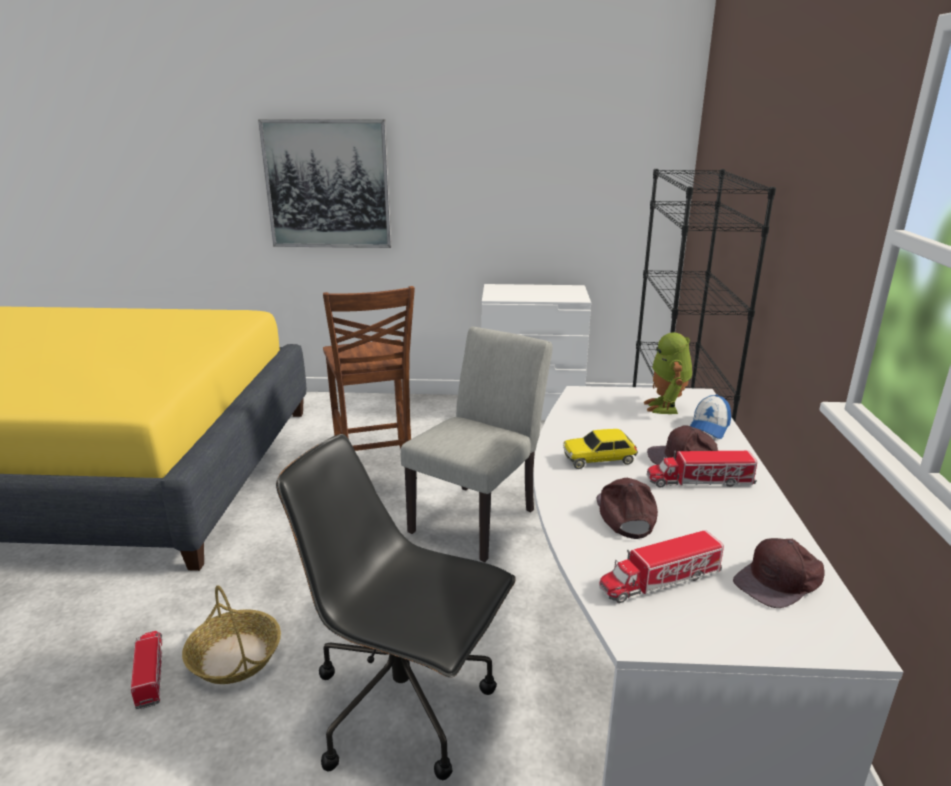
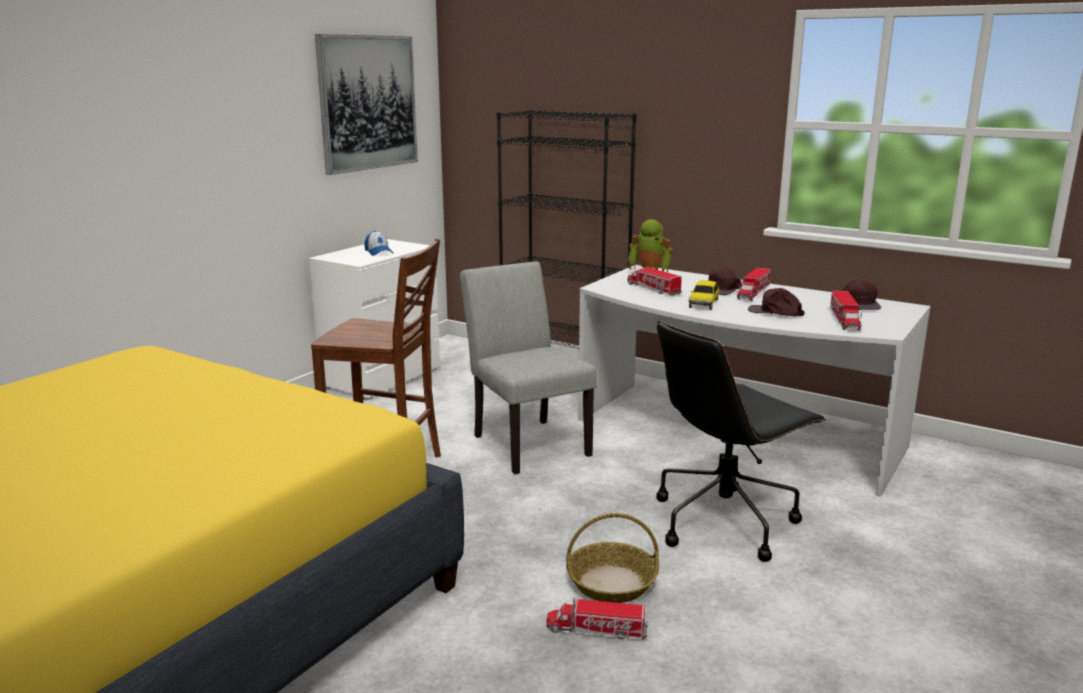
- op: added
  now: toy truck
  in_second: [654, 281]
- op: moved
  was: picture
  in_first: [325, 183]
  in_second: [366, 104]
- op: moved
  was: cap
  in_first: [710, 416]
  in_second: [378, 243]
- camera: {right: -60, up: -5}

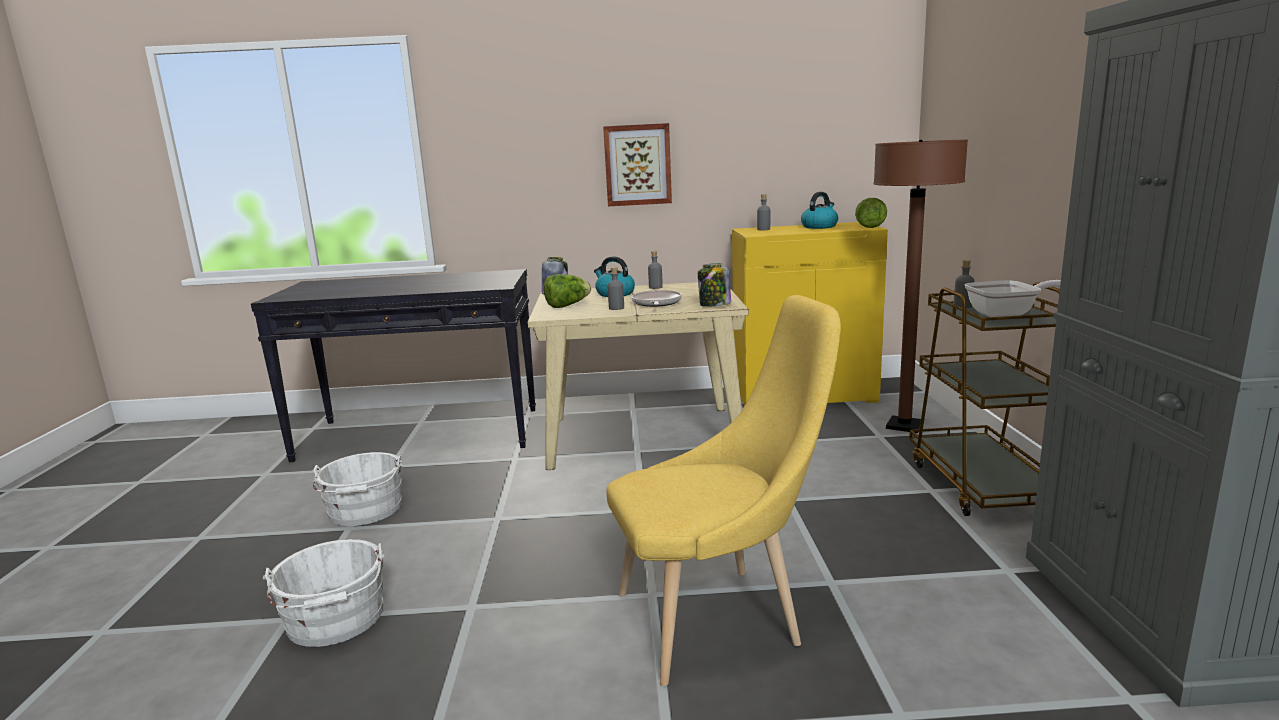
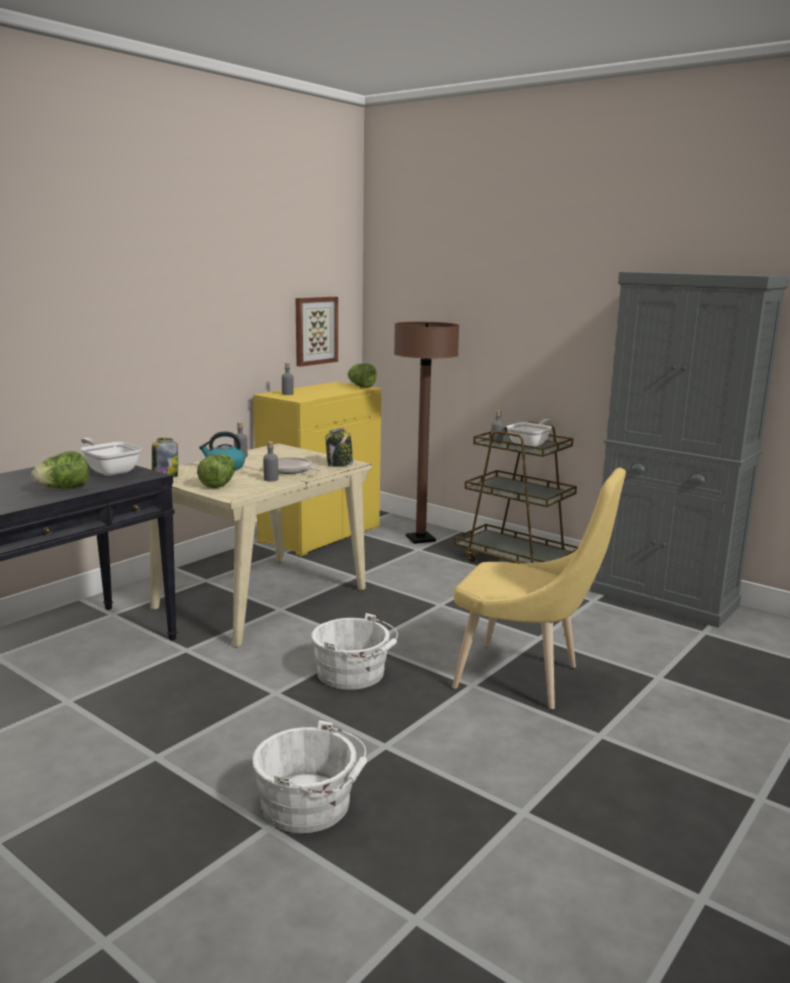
- op: removed
  was: kettle
  in_first: [819, 210]
- op: added
  now: lettuce
  in_second: [60, 470]
- op: added
  now: frying pan
  in_second: [111, 457]
- op: moved
  was: white bucket
  in_first: [357, 489]
  in_second: [354, 651]
- op: moved
  was: picture
  in_first: [637, 164]
  in_second: [317, 332]
- op: turned
  was: yellow chair
  in_first: [724, 490]
  in_second: [539, 588]
  clockwise: 90
- camera: {right: -50, up: 0}

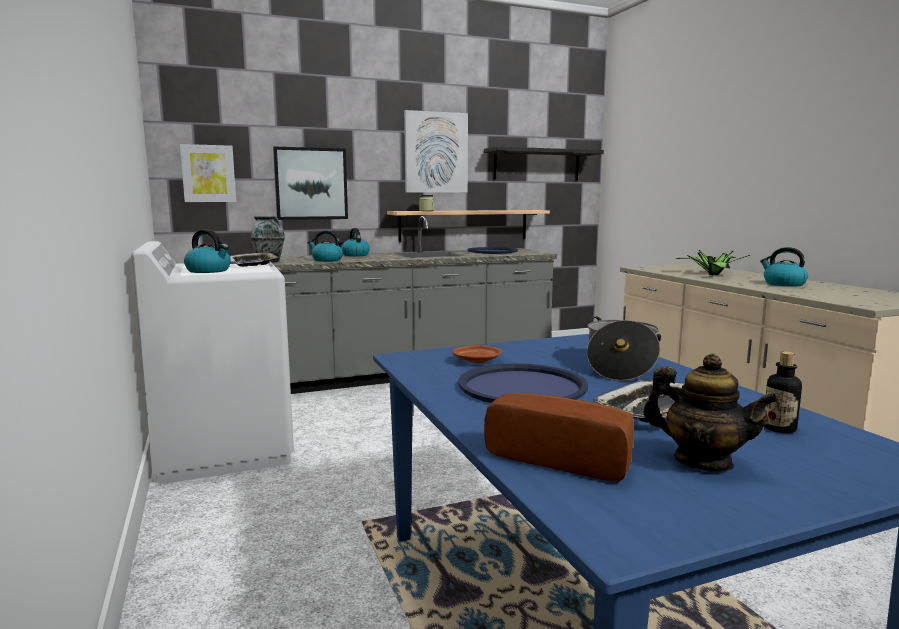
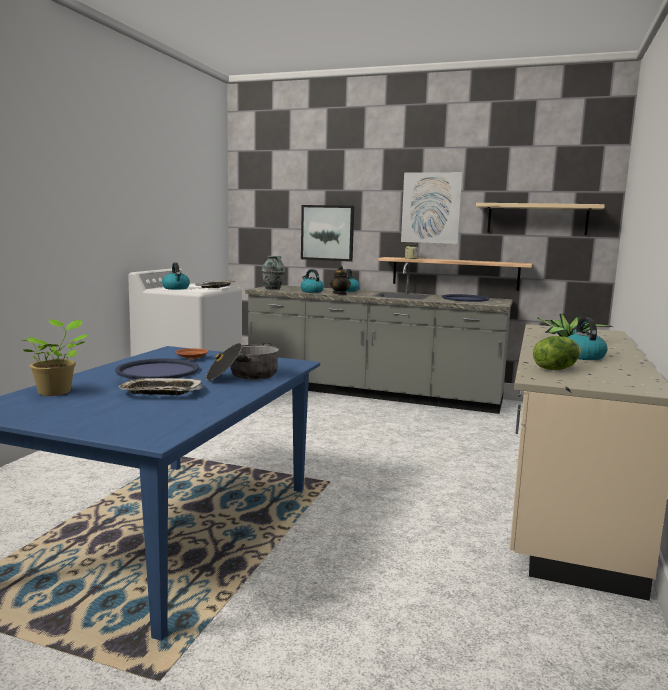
- op: removed
  was: picture
  in_first: [208, 173]
- op: removed
  was: bottle
  in_first: [783, 392]
- op: added
  now: lettuce
  in_second: [557, 353]
- op: moved
  was: teapot
  in_first: [711, 413]
  in_second: [340, 280]
- op: replaced
  was: bread
  now: potted plant
  in_first: [559, 437]
  in_second: [54, 357]
- op: recoloured
  was: black shelf
  now: beige shelf
  in_first: [544, 163]
  in_second: [540, 219]
- camera: {right: 40, up: 0}

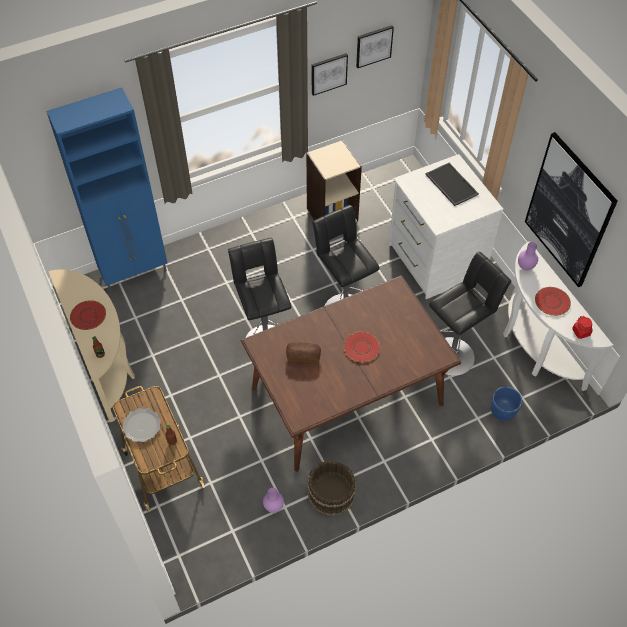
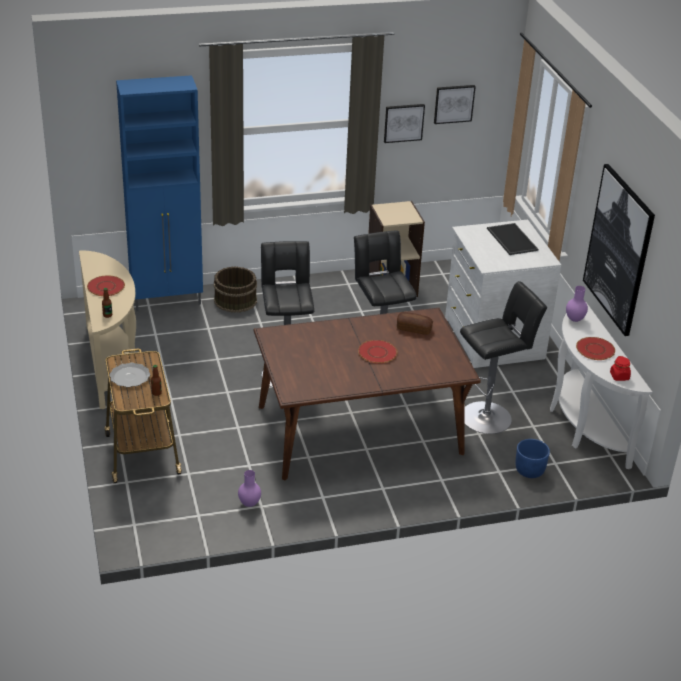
- op: moved
  was: bread
  in_first: [303, 352]
  in_second: [415, 323]
- op: moved
  was: brown bucket
  in_first: [332, 488]
  in_second: [235, 289]
- camera: {right: 10, up: -20}

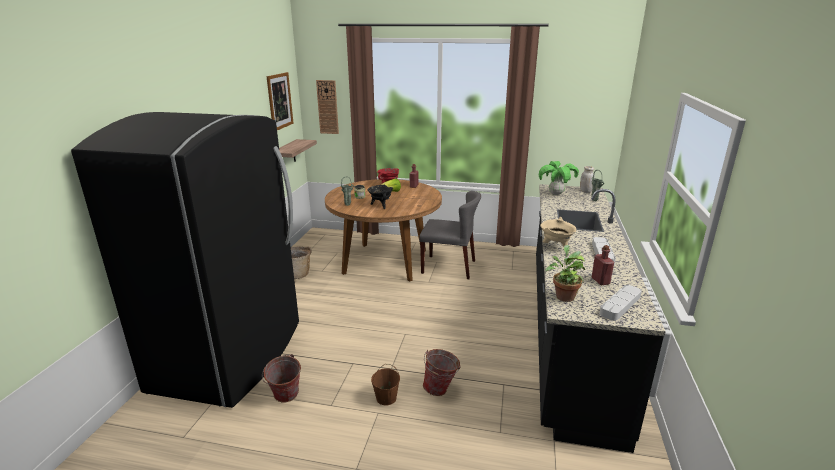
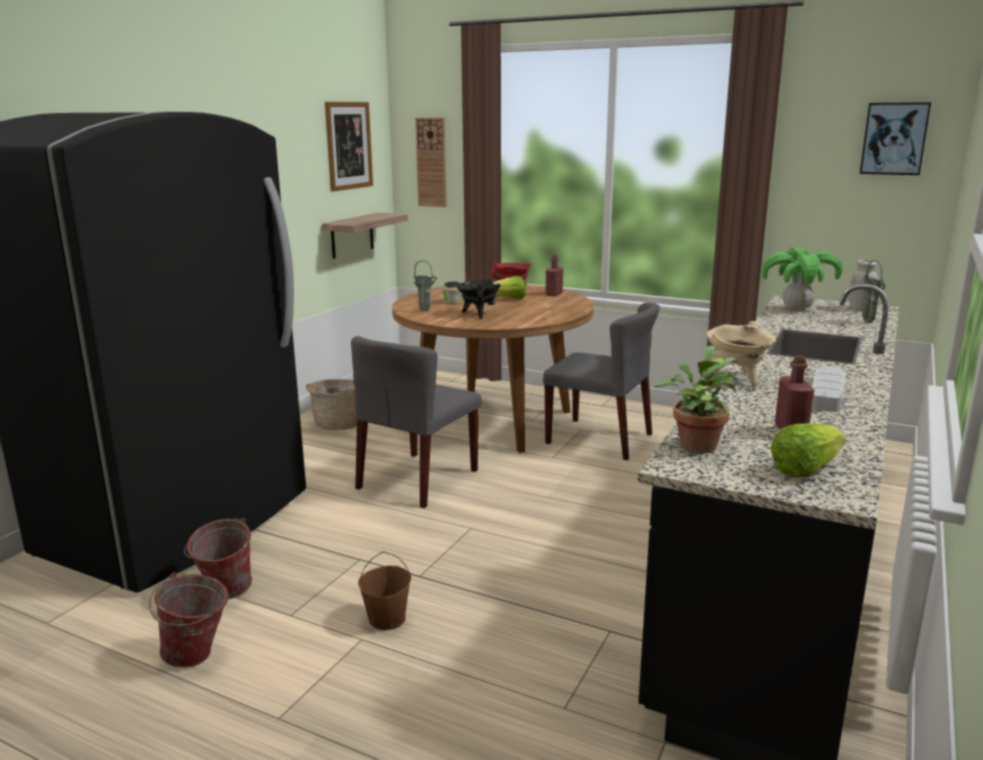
- op: added
  now: grey chair
  in_second: [416, 422]
- op: added
  now: picture
  in_second: [895, 138]
- op: moved
  was: bucket
  in_first: [442, 372]
  in_second: [189, 620]
- op: replaced
  was: grey tray
  now: lettuce
  in_first: [621, 303]
  in_second: [808, 450]
- camera: {right: 15, up: -5}

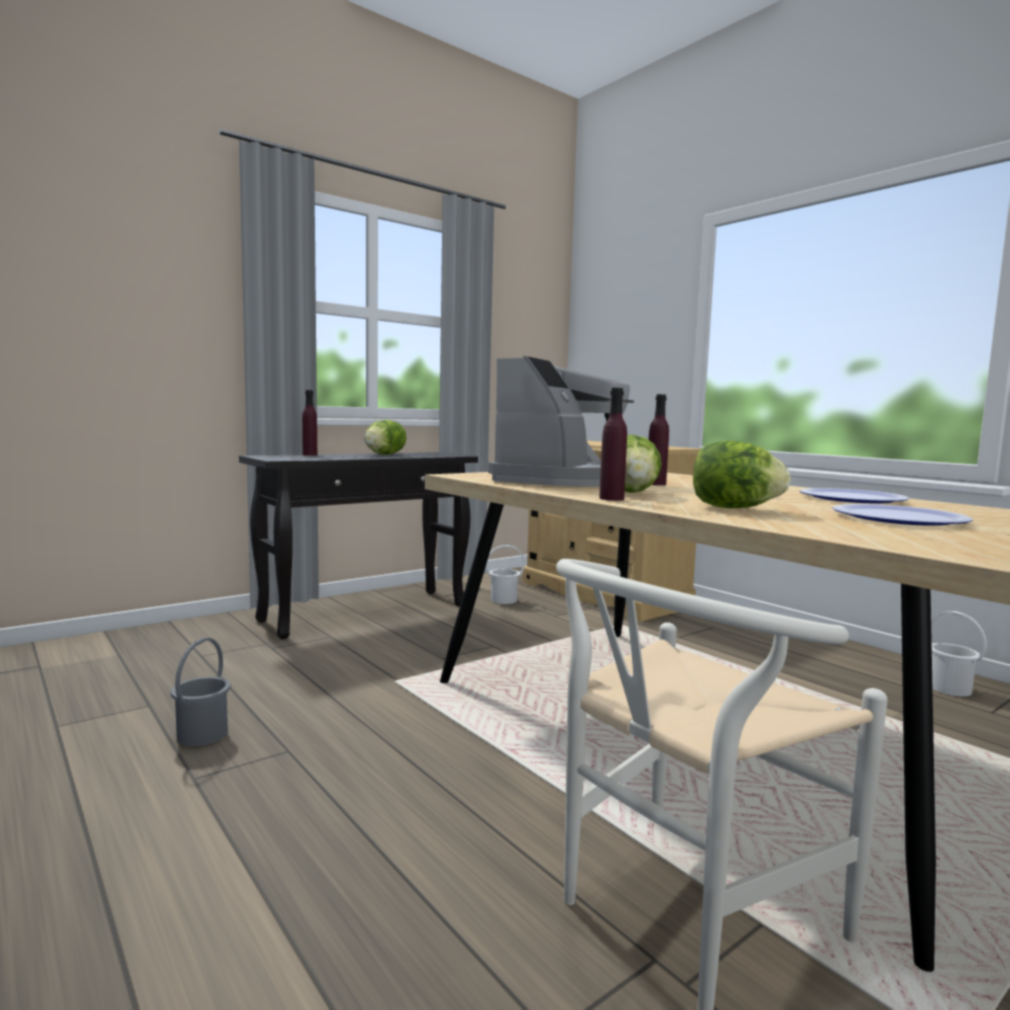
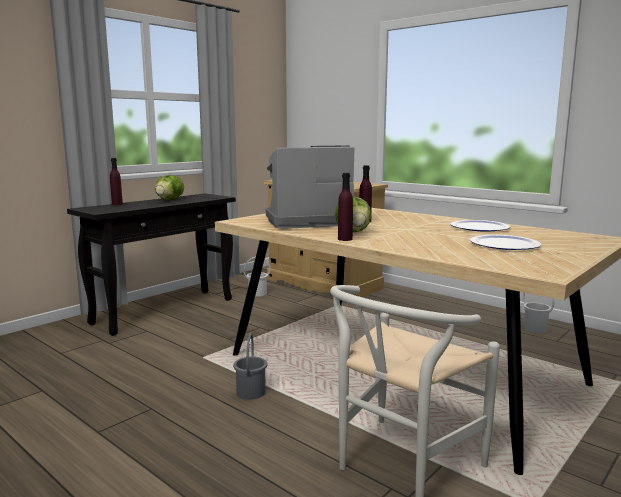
- op: removed
  was: lettuce
  in_first: [742, 474]
- op: moved
  was: grey bucket
  in_first: [200, 692]
  in_second: [250, 366]
- op: turned
  was: coffee machine
  in_first: [561, 421]
  in_second: [310, 187]
  clockwise: -120
- camera: {right: -10, up: 5}

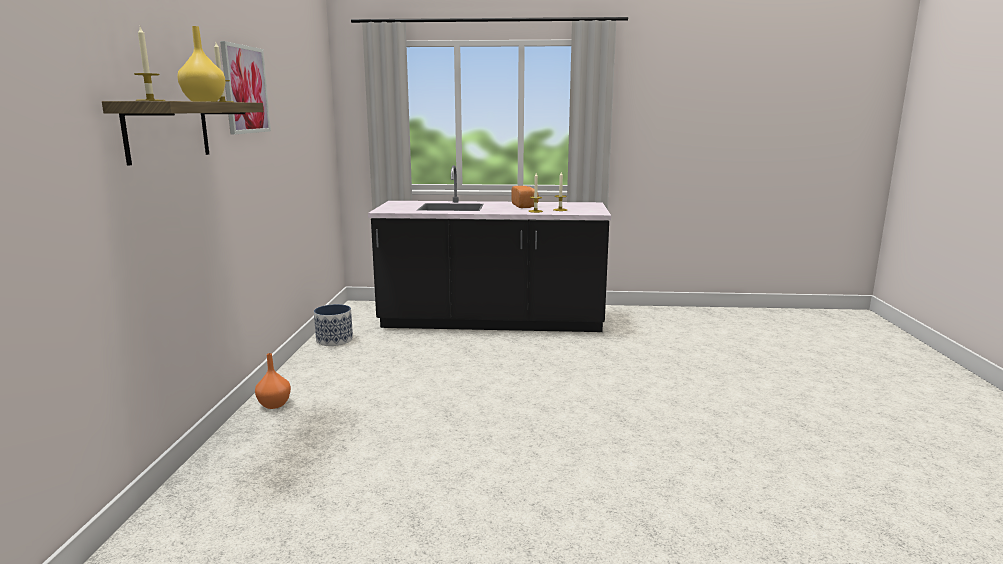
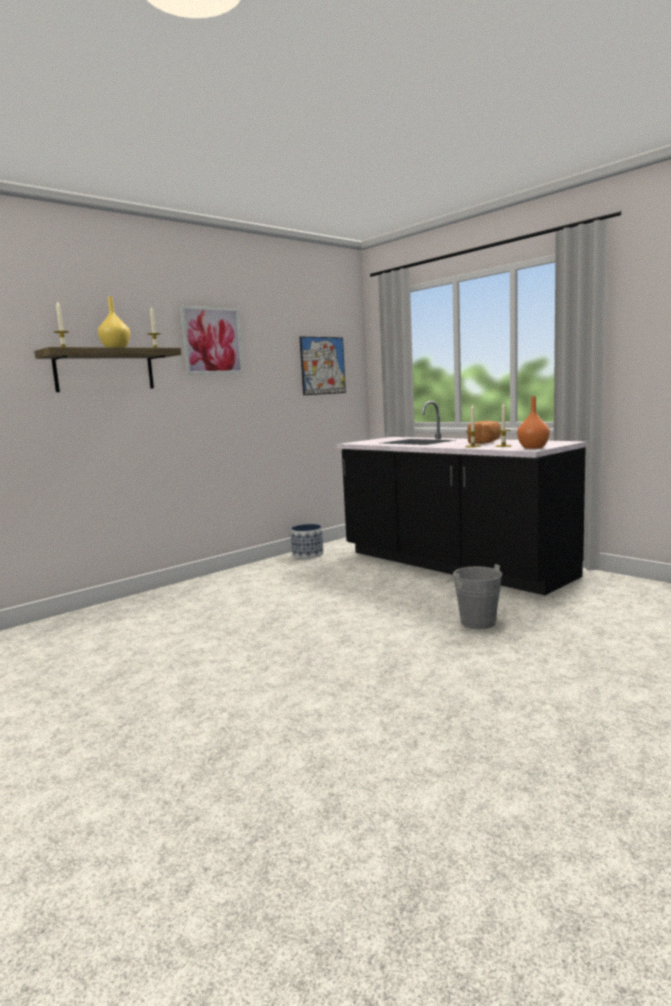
- op: added
  now: picture
  in_second: [323, 365]
- op: added
  now: grey bucket
  in_second: [474, 596]
- op: moved
  was: orange vase
  in_first: [273, 381]
  in_second: [533, 422]
- camera: {right: 45, up: -5}

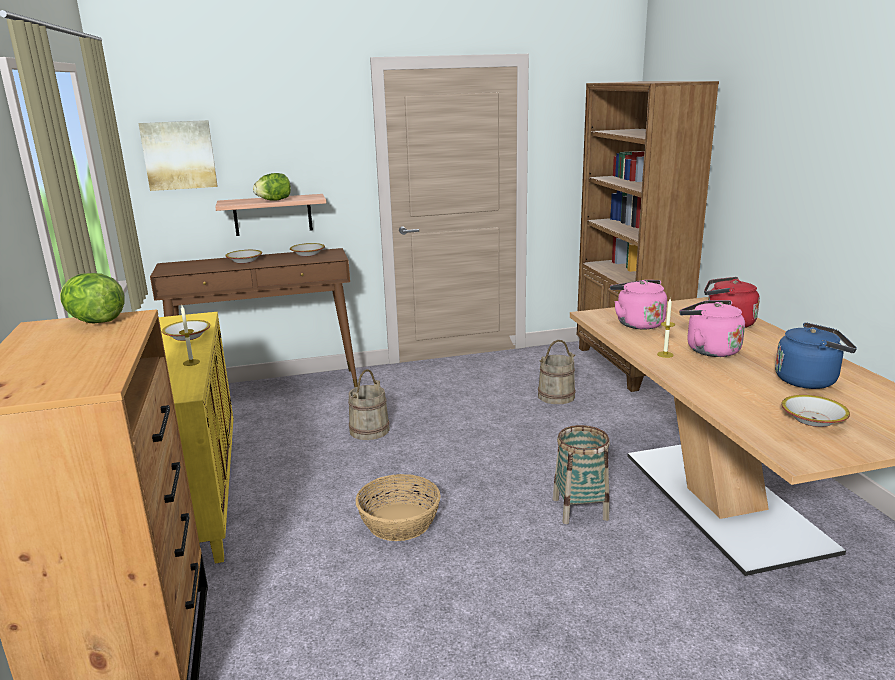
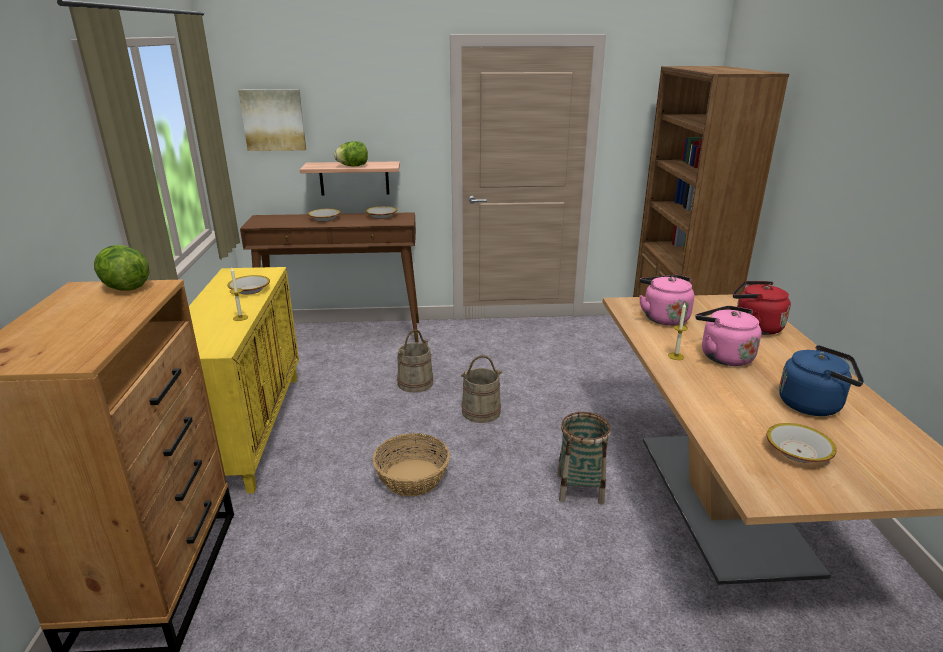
- op: moved
  was: beige bucket
  in_first: [556, 372]
  in_second: [481, 389]
- camera: {right: 10, up: 5}

